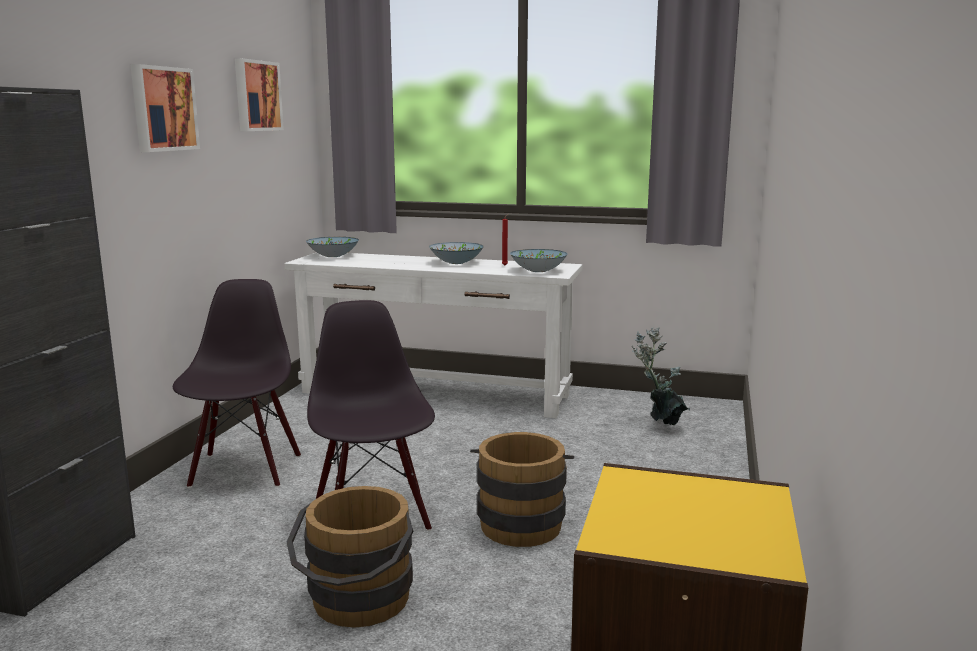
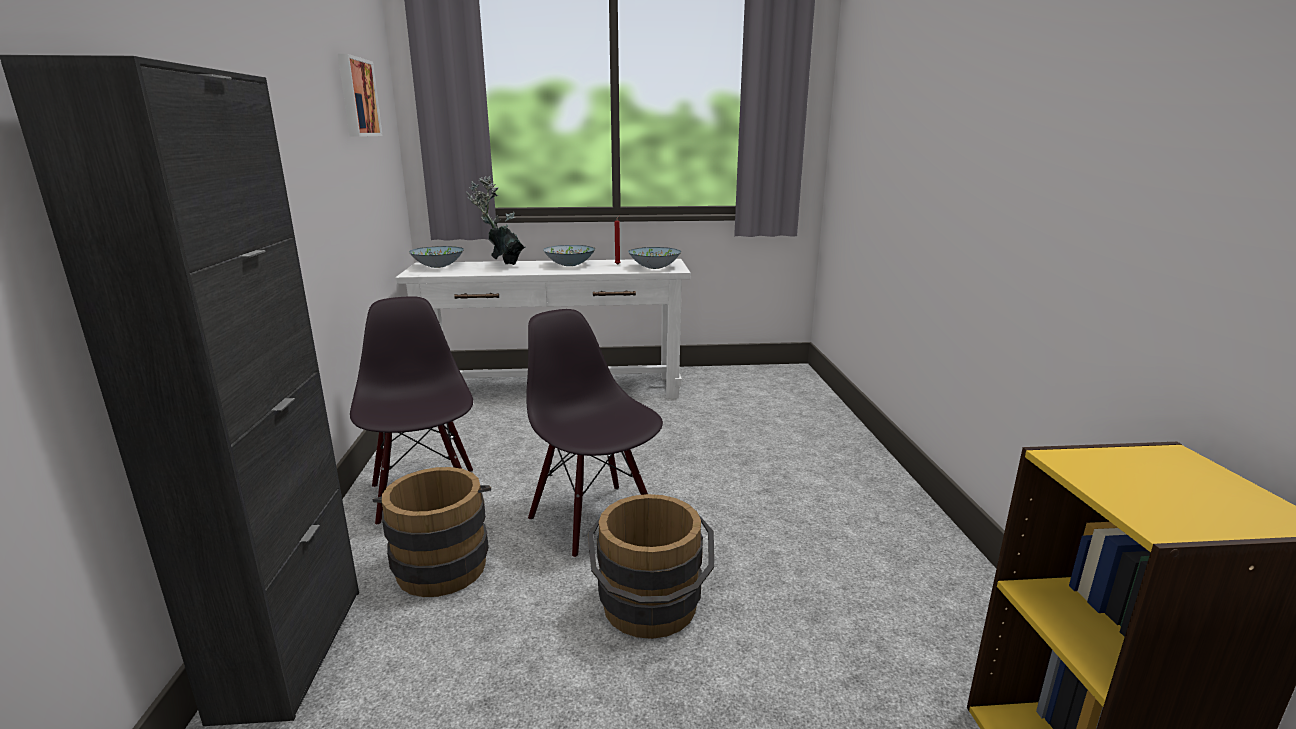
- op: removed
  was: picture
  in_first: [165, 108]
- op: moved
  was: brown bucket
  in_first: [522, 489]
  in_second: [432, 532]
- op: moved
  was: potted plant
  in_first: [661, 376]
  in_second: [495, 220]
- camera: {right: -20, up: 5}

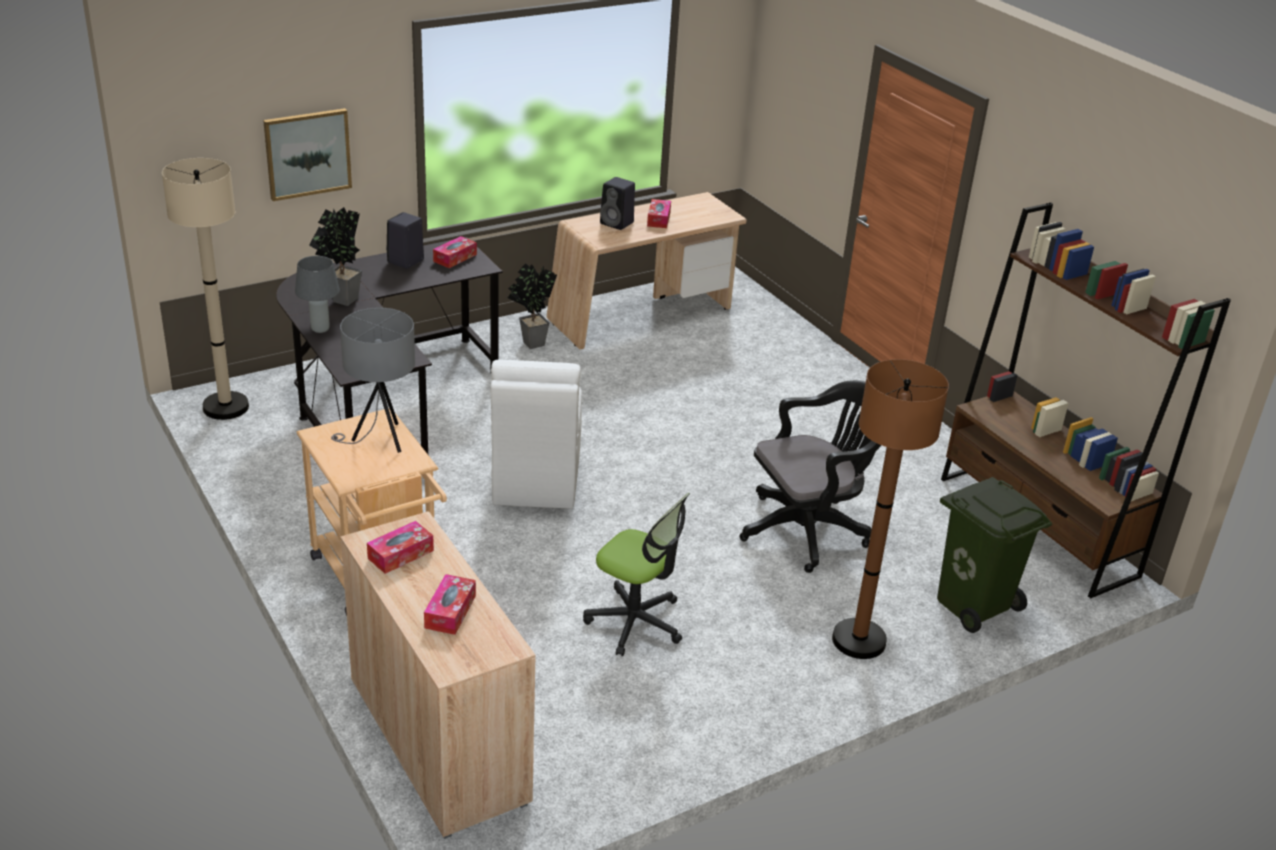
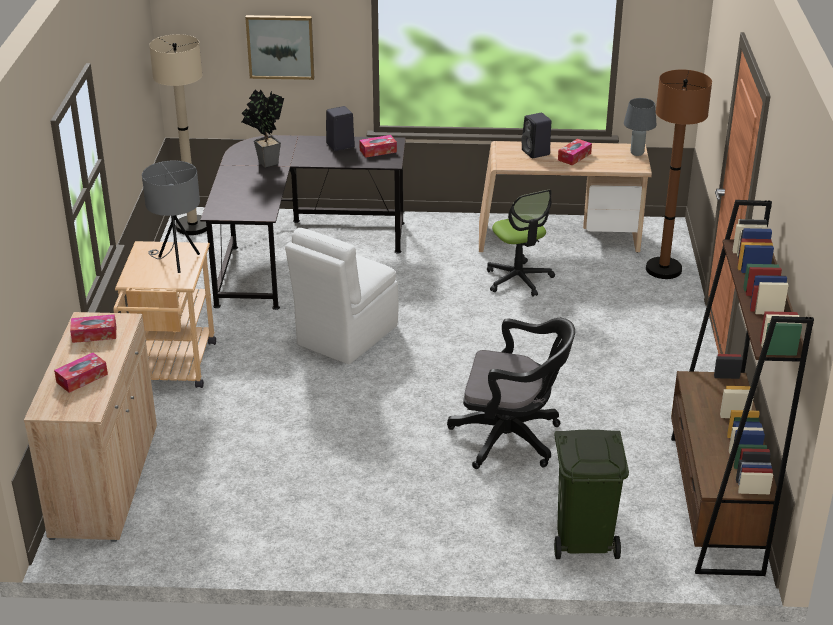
- op: removed
  was: potted plant
  in_first: [532, 306]
- op: moved
  was: grey table lamp
  in_first: [317, 294]
  in_second: [640, 127]
- op: moved
  was: office chair
  in_first: [636, 574]
  in_second: [521, 243]
- op: moved
  was: brown floor lamp
  in_first: [890, 509]
  in_second: [679, 174]
- camera: {right: 35, up: 0}

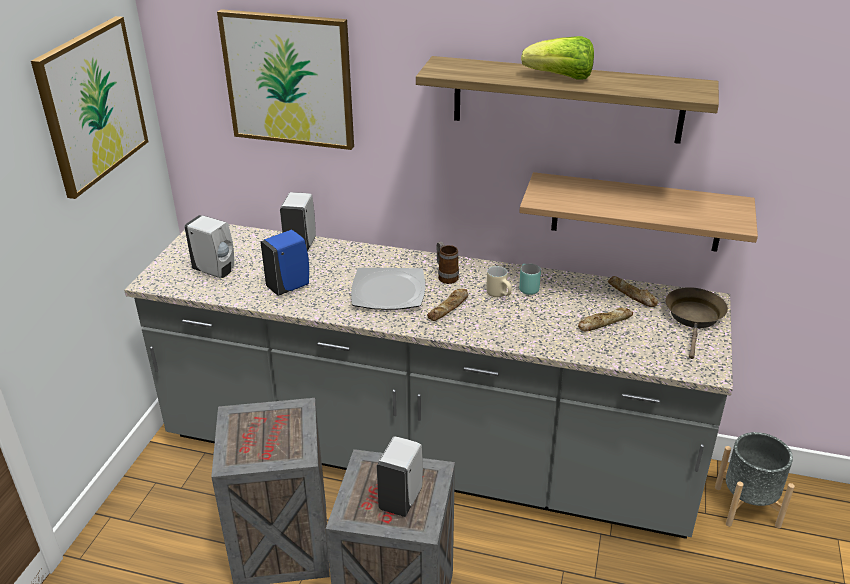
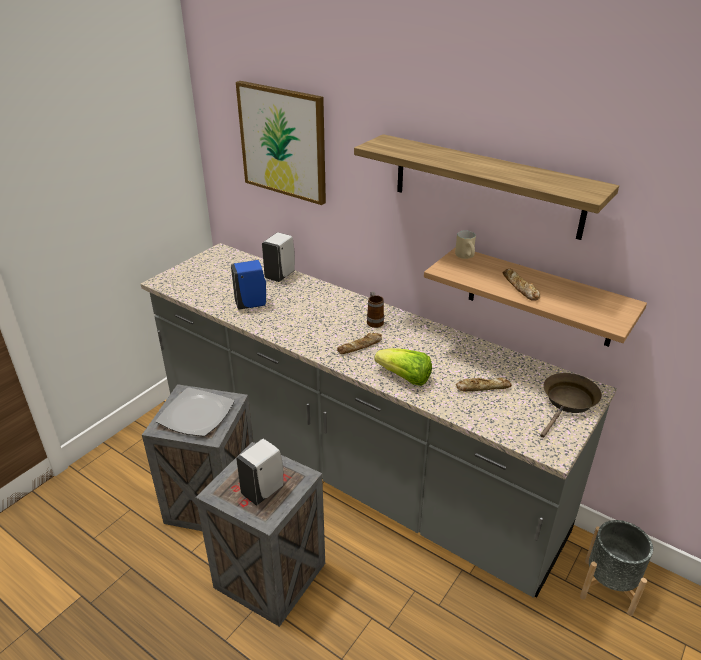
- op: removed
  was: picture
  in_first: [89, 107]
- op: removed
  was: white soap dispenser
  in_first: [209, 246]
- op: removed
  was: turquoise mug
  in_first: [530, 279]
- op: moved
  was: plate
  in_first: [388, 289]
  in_second: [195, 412]
- op: moved
  was: beige mug
  in_first: [499, 281]
  in_second: [465, 245]
- op: moved
  was: lettuce
  in_first: [557, 58]
  in_second: [403, 367]
- op: moved
  was: bread
  in_first: [633, 291]
  in_second: [521, 285]
- camera: {right: 20, up: 0}

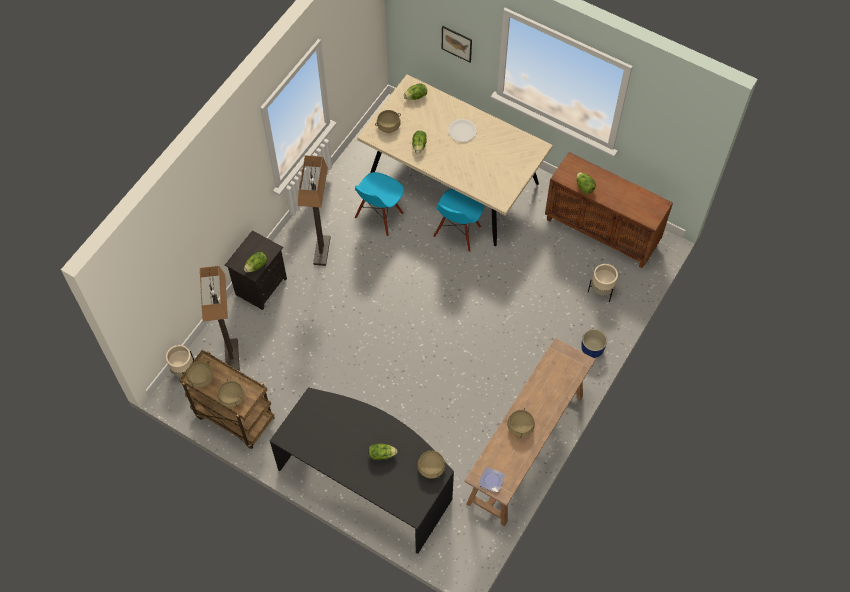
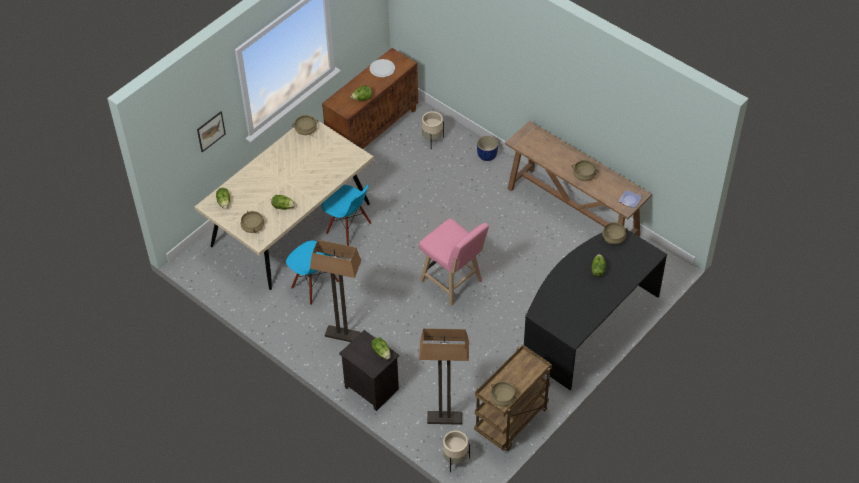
- op: added
  now: pink stool
  in_second: [454, 262]
- op: moved
  was: beige cooking pot
  in_first: [231, 393]
  in_second: [305, 125]
- op: moved
  was: white plate
  in_first: [462, 130]
  in_second: [382, 68]
- camera: {right: -80, up: -10}

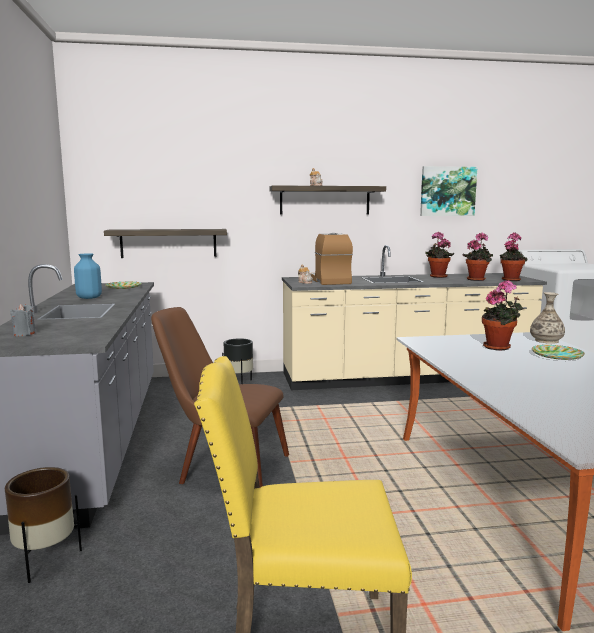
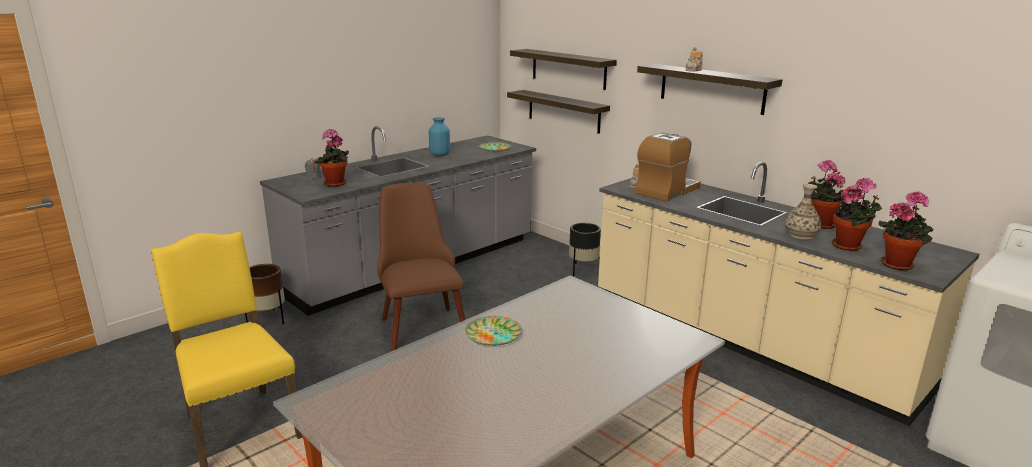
- op: removed
  was: picture
  in_first: [449, 191]
- op: added
  now: shelf
  in_second: [563, 69]
- op: moved
  was: potted plant
  in_first: [502, 315]
  in_second: [332, 158]
- op: moved
  was: vase
  in_first: [547, 318]
  in_second: [803, 212]
- op: moved
  was: plate
  in_first: [558, 352]
  in_second: [493, 331]
- camera: {right: 55, up: 10}

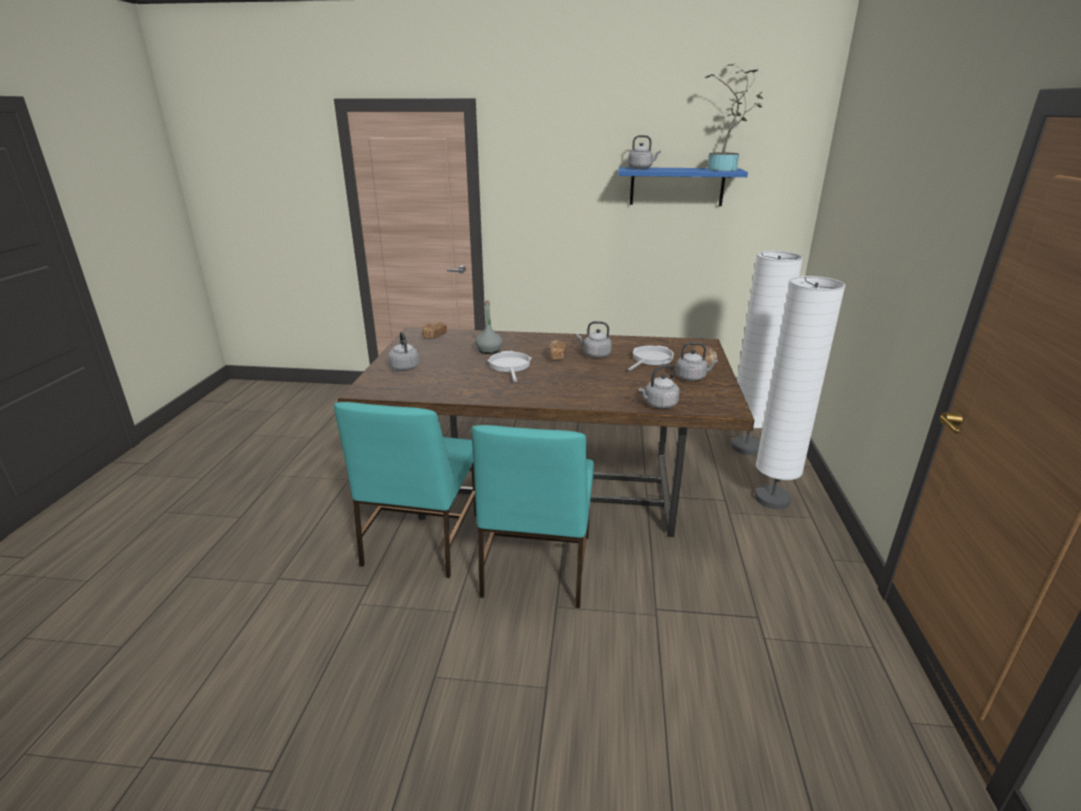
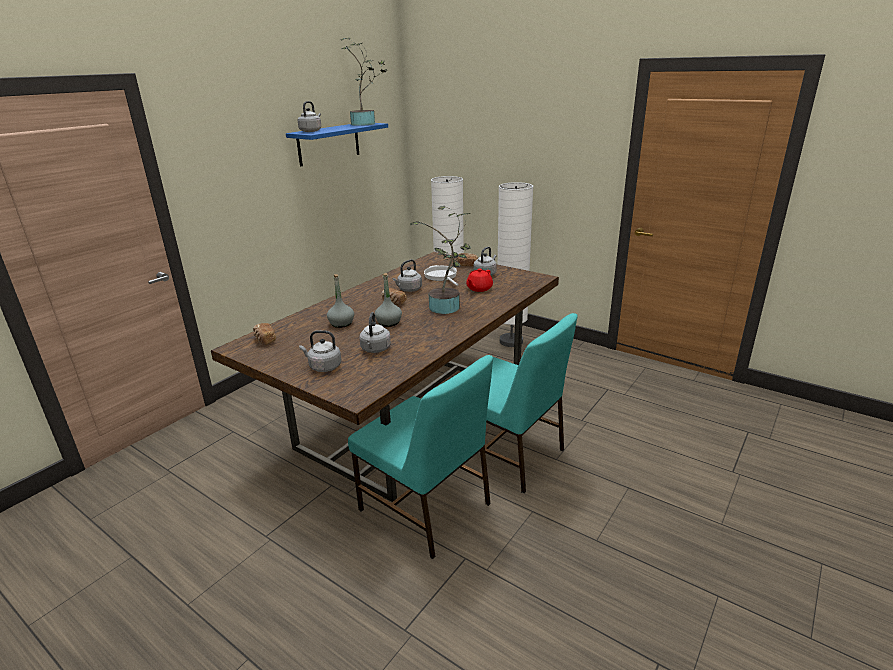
- op: added
  now: potted plant
  in_second: [440, 260]
- op: added
  now: red teapot
  in_second: [479, 280]
- op: moved
  was: grey kettle
  in_first: [659, 386]
  in_second: [375, 332]
- op: replaced
  was: frying pan
  now: grey bottle
  in_first: [509, 366]
  in_second: [388, 300]
- camera: {right: -60, up: 0}

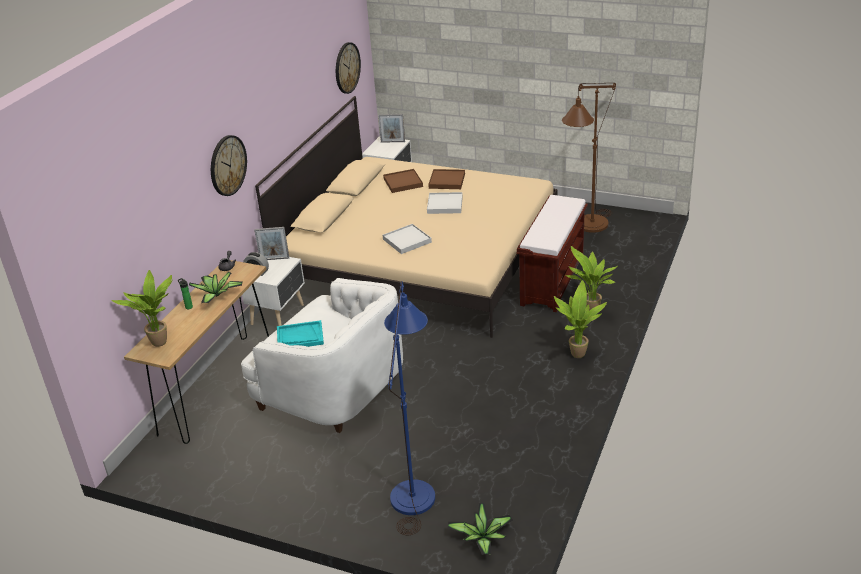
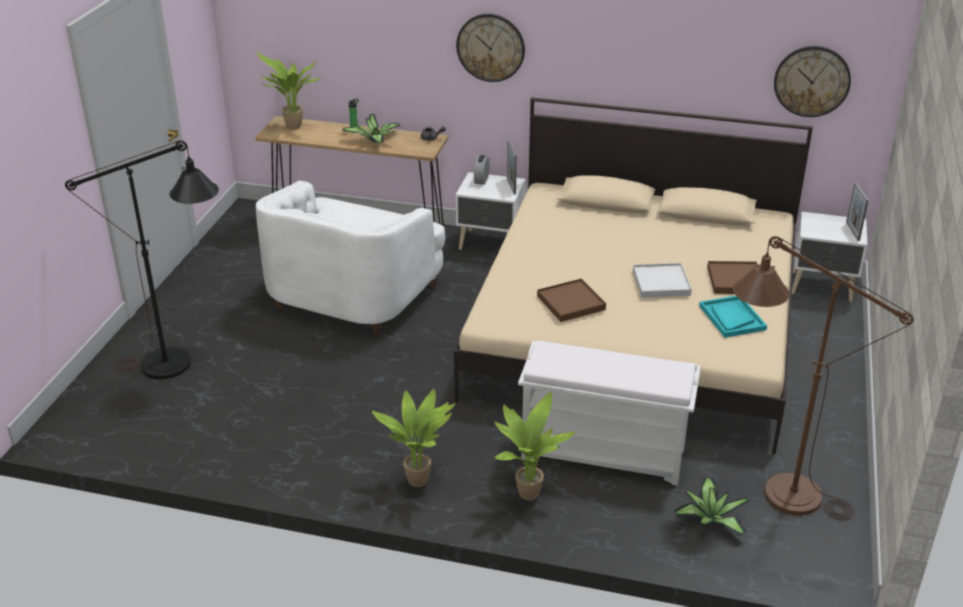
- op: removed
  was: white tray
  in_first: [407, 239]
- op: moved
  was: turquoise tray
  in_first: [300, 333]
  in_second: [733, 317]
- op: moved
  was: brown tray
  in_first: [403, 181]
  in_second: [571, 300]
- op: moved
  was: potted plant
  in_first: [480, 529]
  in_second: [711, 507]
- op: recoloured
  was: blue floor lamp
  now: black floor lamp
  in_first: [409, 408]
  in_second: [142, 259]
- op: recoloured
  was: brown bench
  now: white bench
  in_first: [552, 253]
  in_second: [609, 413]
- camera: {right: 80, up: 0}

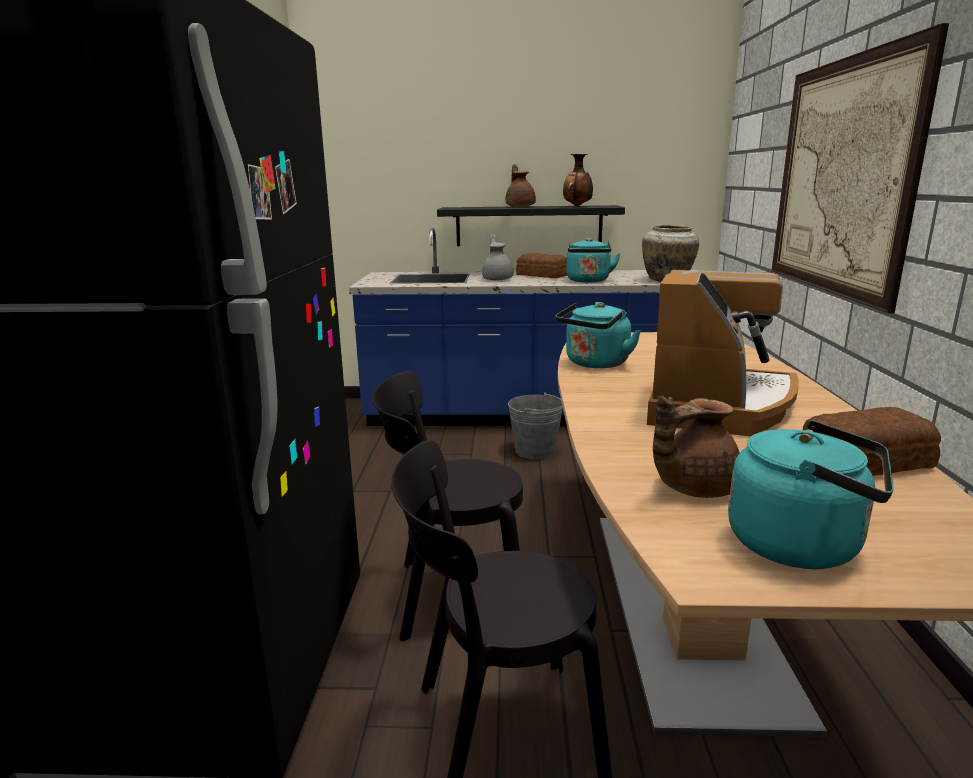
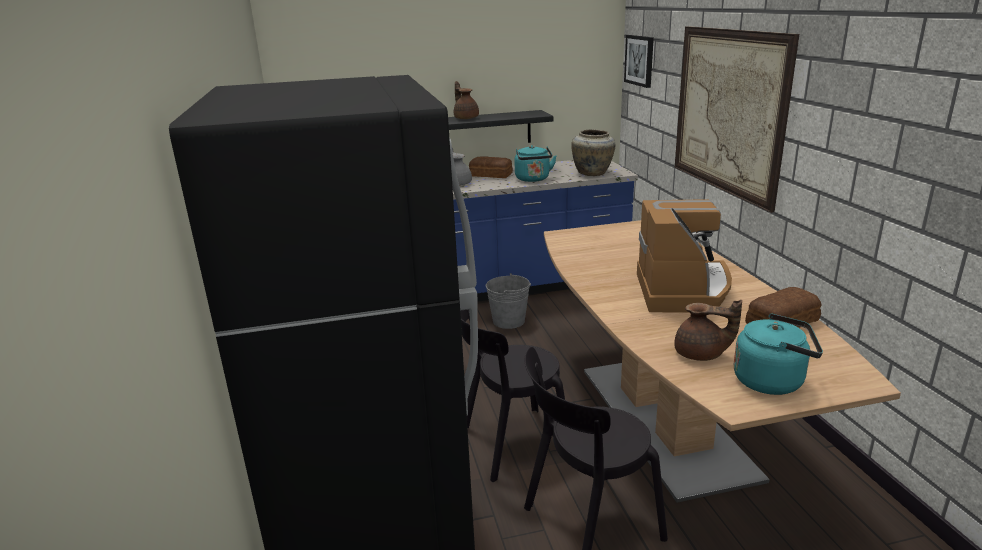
- op: removed
  was: turquoise kettle
  in_first: [598, 335]
- op: removed
  was: vase
  in_first: [578, 180]
- op: added
  now: picture
  in_second: [639, 61]
- op: turned
  was: brown teapot
  in_first: [696, 447]
  in_second: [708, 330]
  clockwise: -120
- camera: {right: -15, up: 5}

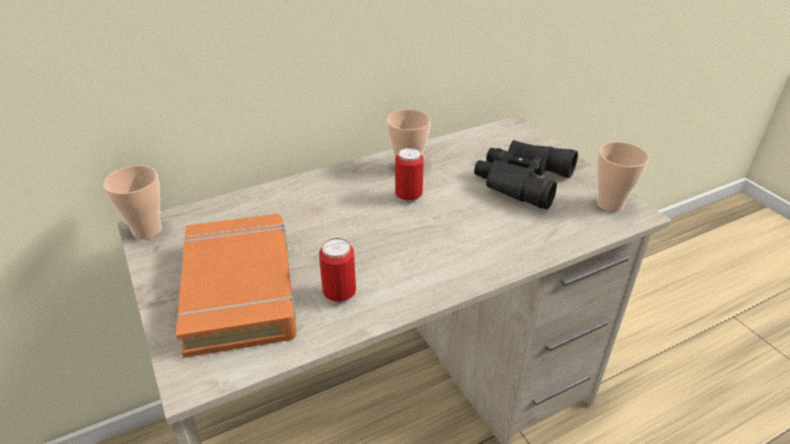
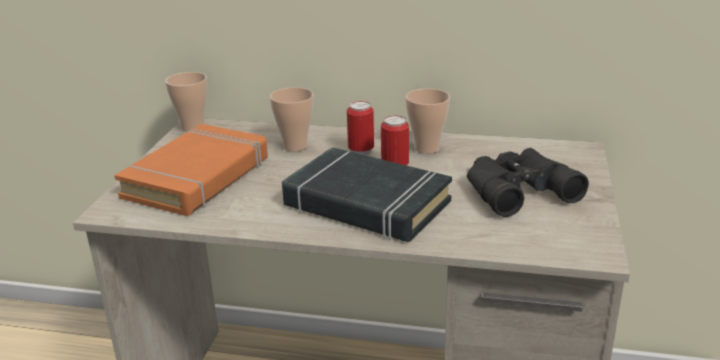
- op: added
  now: black book
  in_second: [367, 194]
- op: moved
  was: can
  in_first: [337, 271]
  in_second: [360, 128]
- op: moved
  was: cup
  in_first: [623, 177]
  in_second: [292, 119]
- camera: {right: 40, up: -10}

